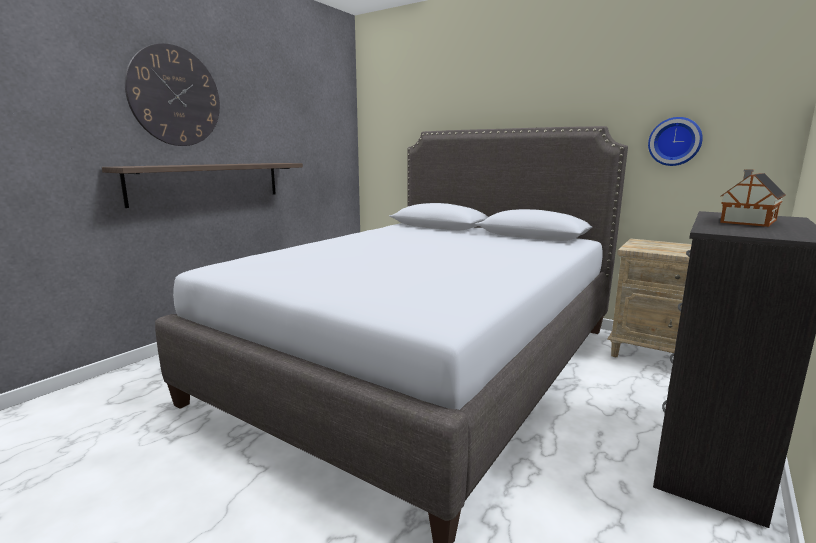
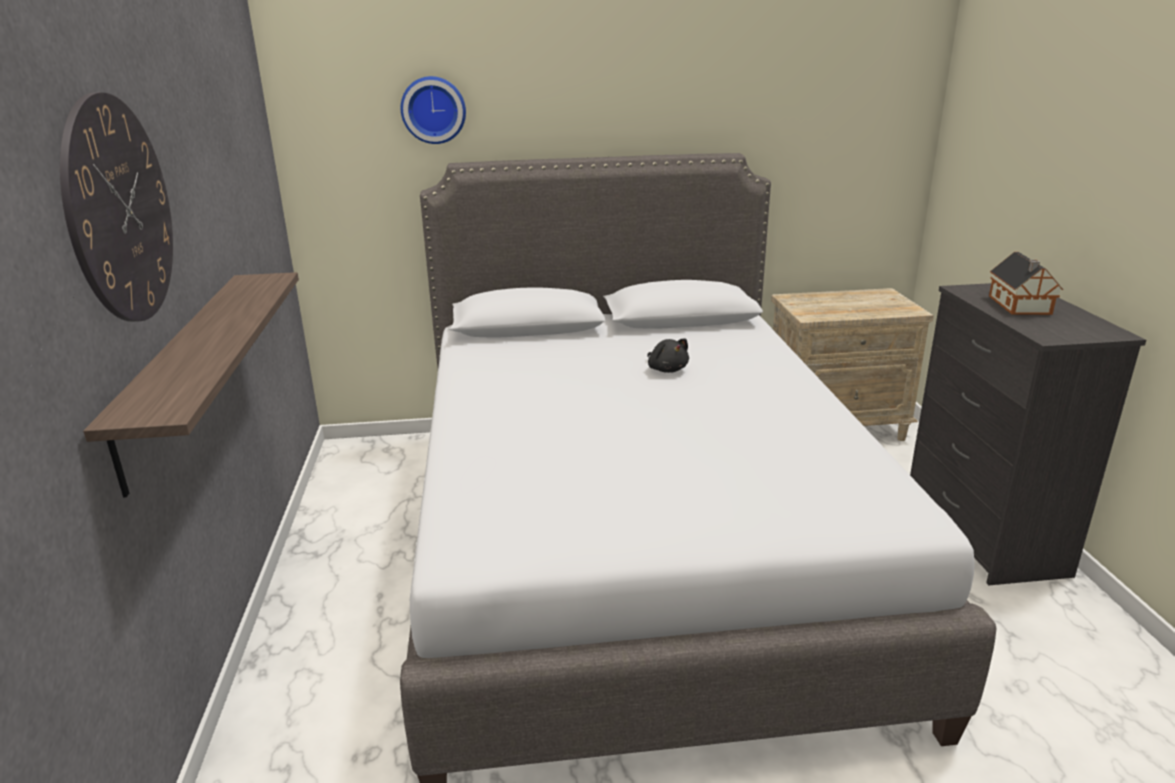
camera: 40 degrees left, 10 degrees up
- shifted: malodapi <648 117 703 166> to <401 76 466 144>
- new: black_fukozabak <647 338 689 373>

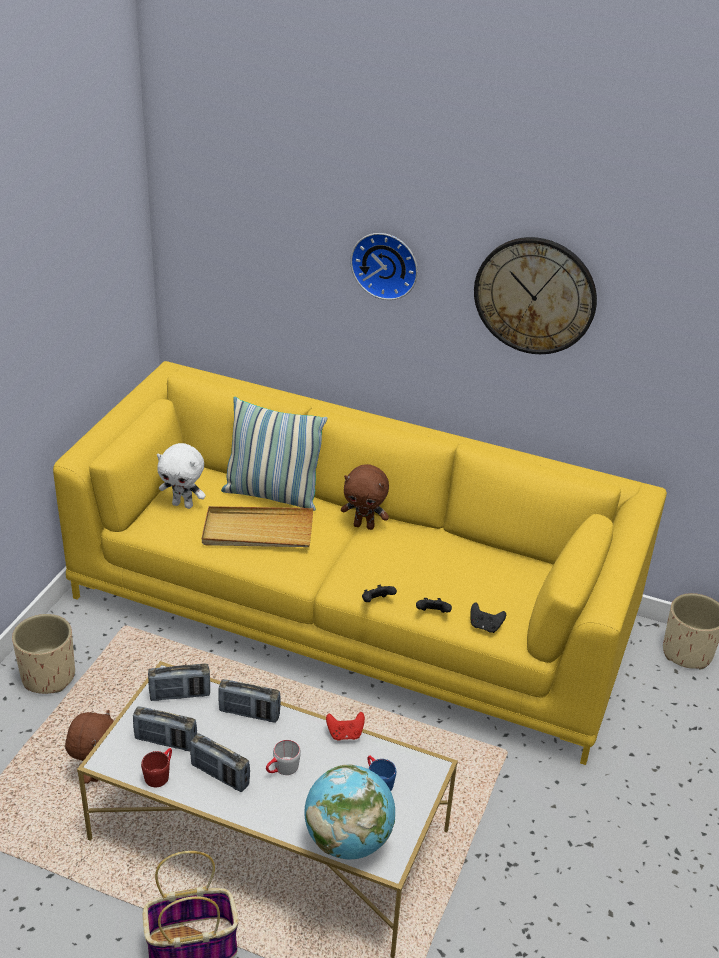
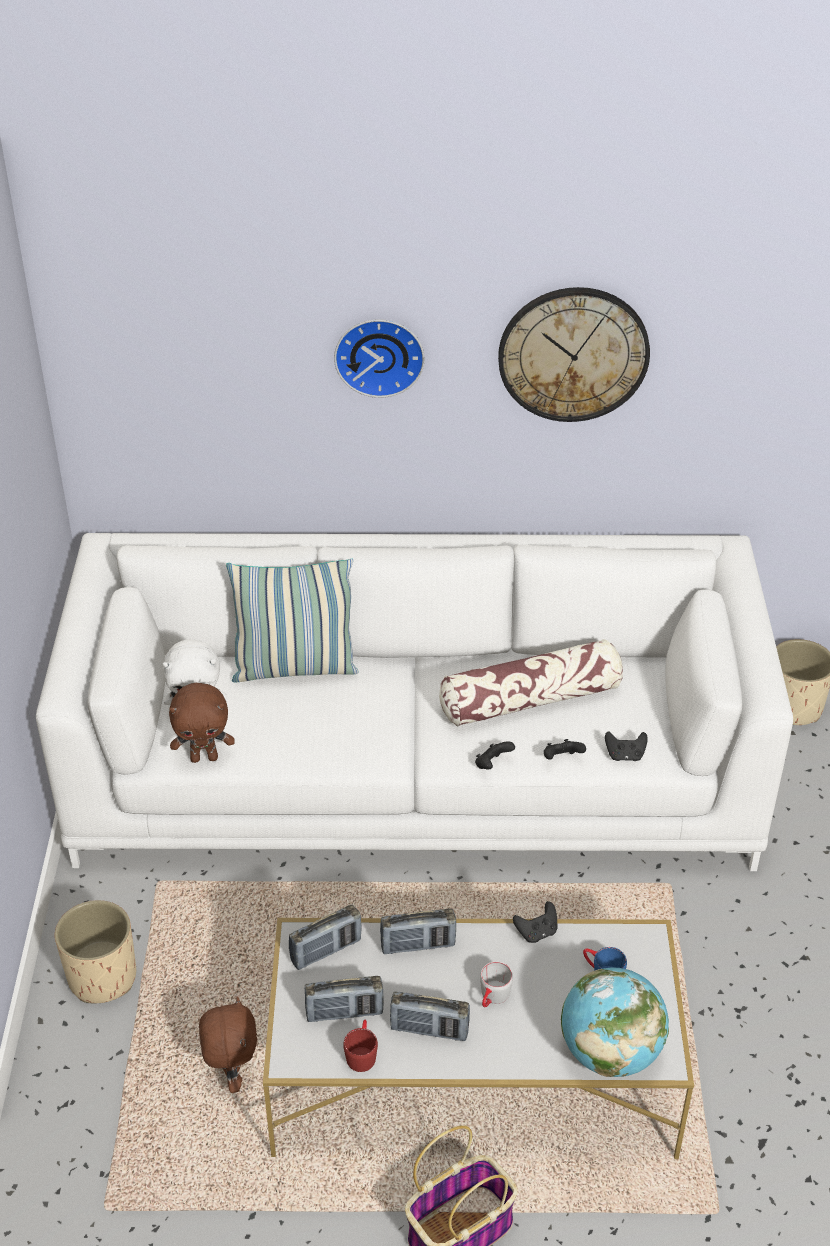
camera: 20 degrees left, 5 degrees up
- repainted: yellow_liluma <53 361 667 765> to white_liluma <36 533 793 871>
- shifted: brown_fukozabak <341 464 389 530> to <169 683 235 763>
- new: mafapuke <439 639 623 726>
- repainted: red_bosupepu <326 712 365 741> to black_bosupepu <513 901 557 943>
- gone: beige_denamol <202 506 313 547>

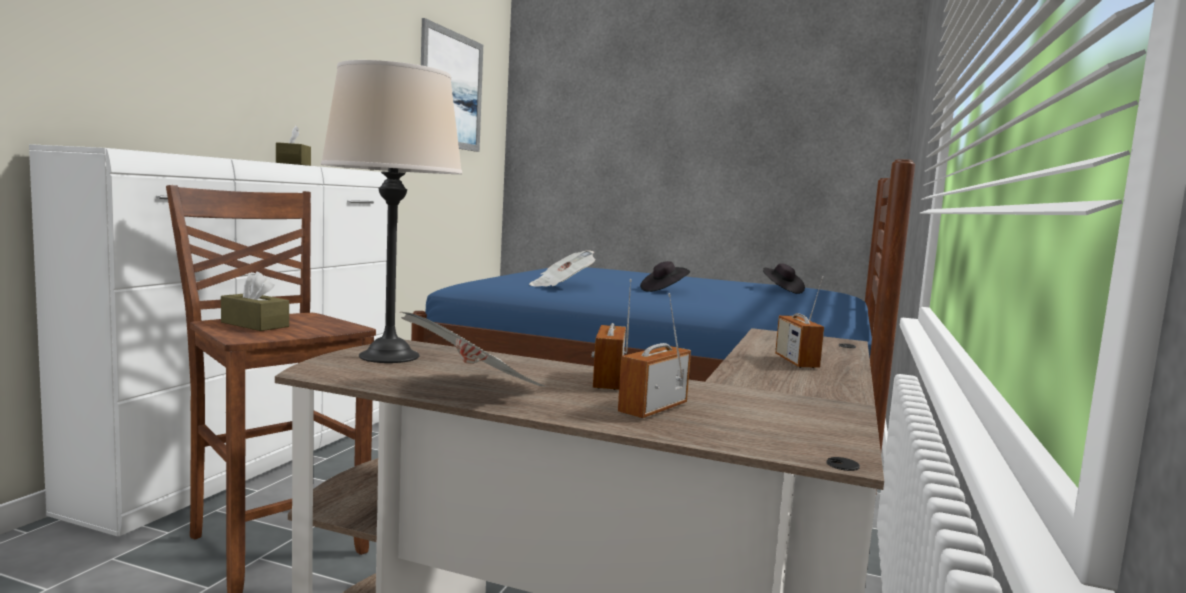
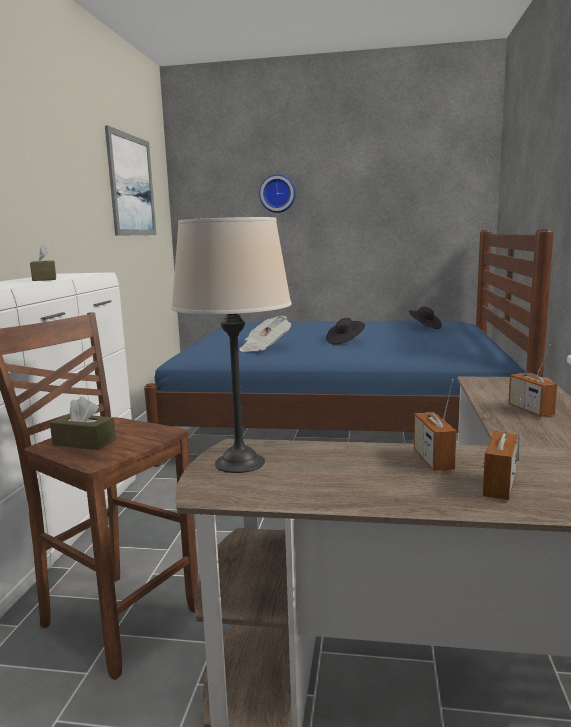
camera: 10 degrees left, 5 degrees up
- new: malodapi <259 174 296 213>
- gone: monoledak <401 312 547 387>

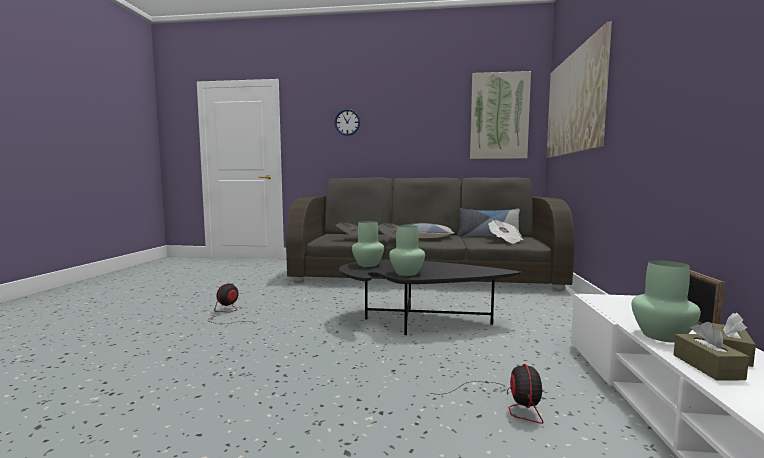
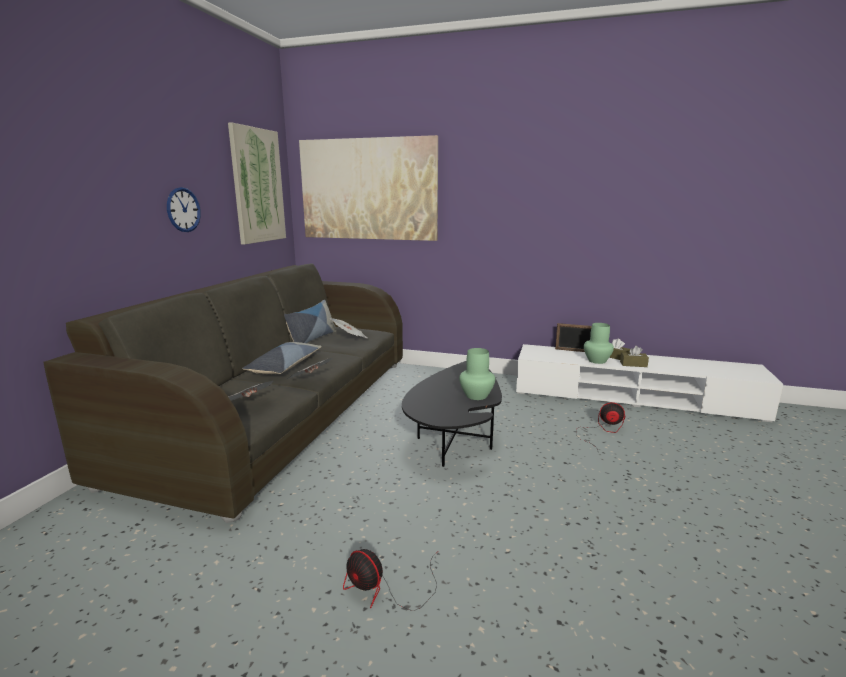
camera: 80 degrees left, 10 degrees up
- shifted: malodapi <334 109 360 136> to <167 187 201 232>
- gone: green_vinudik <352 221 384 267>

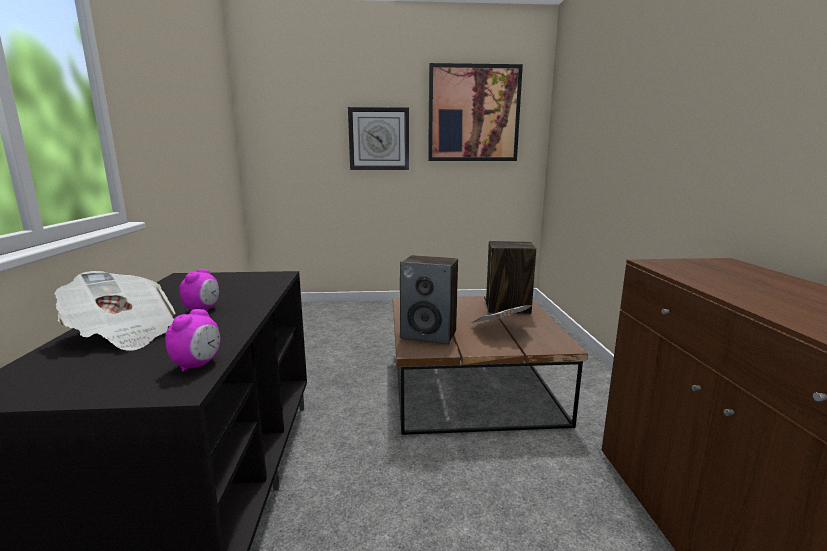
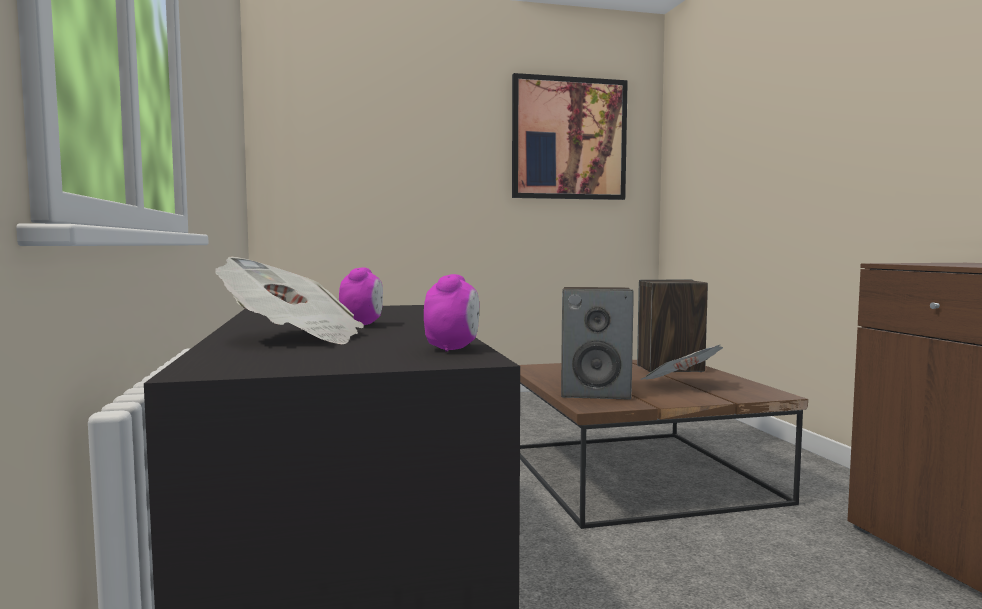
camera: 10 degrees left, 10 degrees down
- gone: malodapi <348 107 409 170>

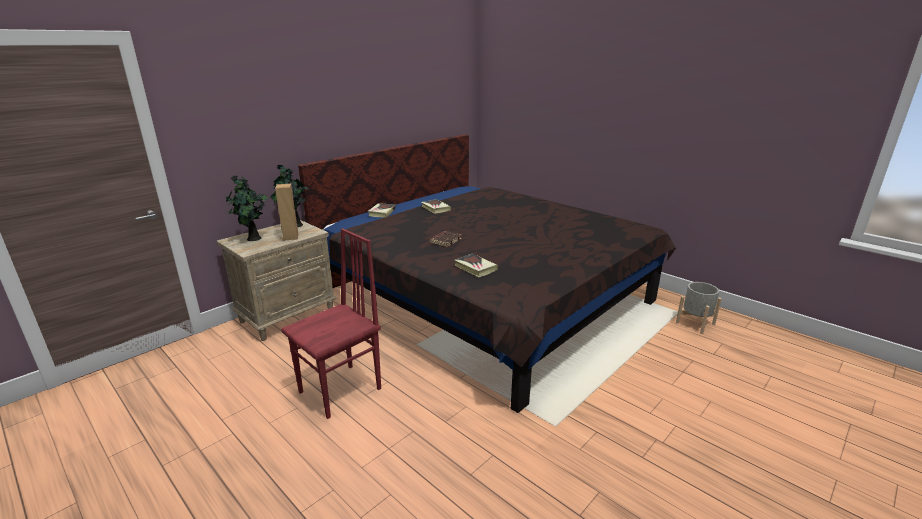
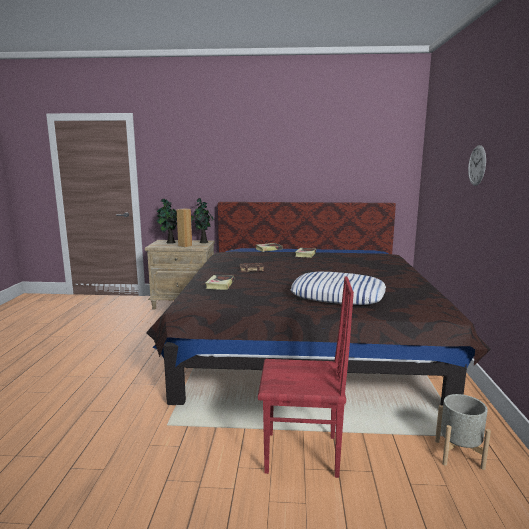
camera: 50 degrees right, 10 degrees down
- shifted: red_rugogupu <281 228 381 419> to <258 276 354 478>
- new: mafapuke <291 271 386 305>
- new: malodapi <468 145 486 186>

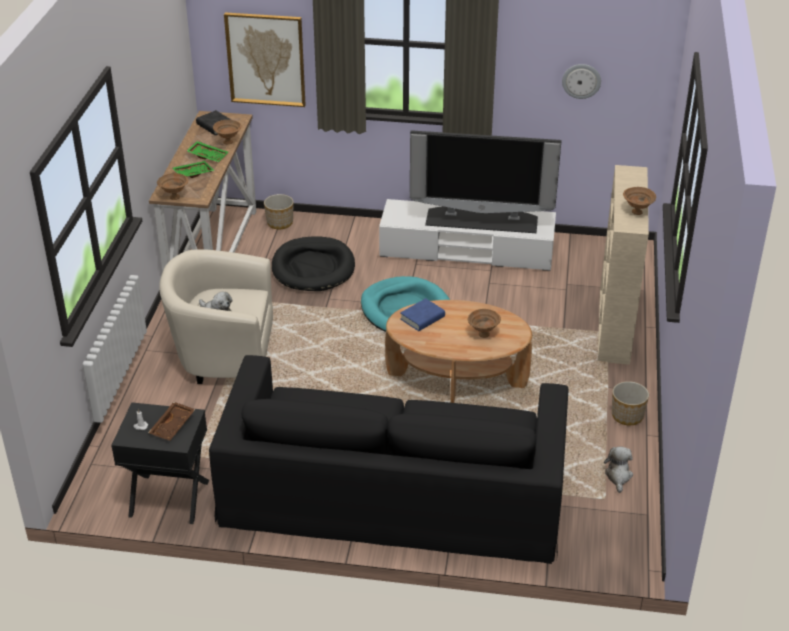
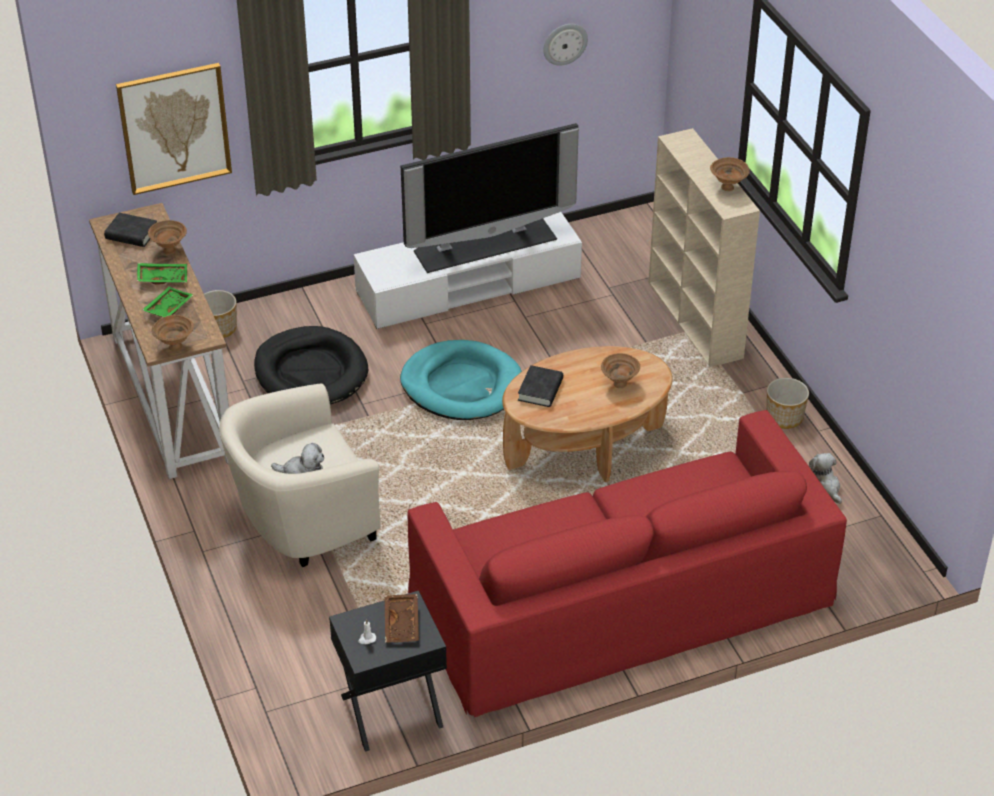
camera: 30 degrees left, 5 degrees up
- repainted: black_liluma <209 355 569 564> to red_liluma <408 410 847 717>
- repainted: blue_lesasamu <400 298 445 331> to black_lesasamu <518 365 563 407>

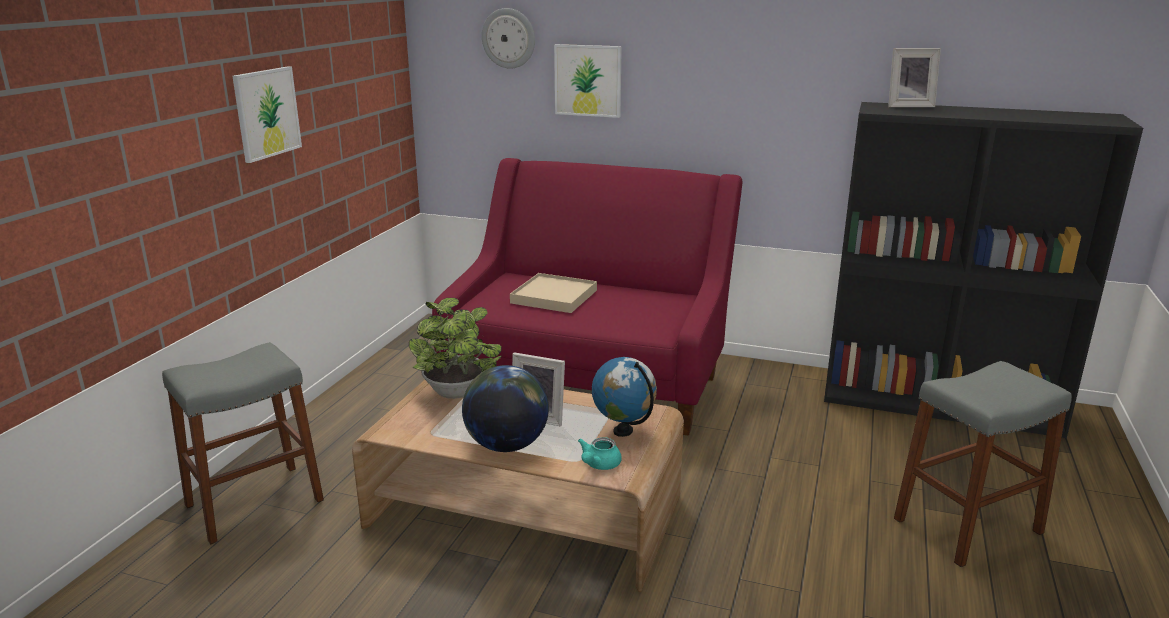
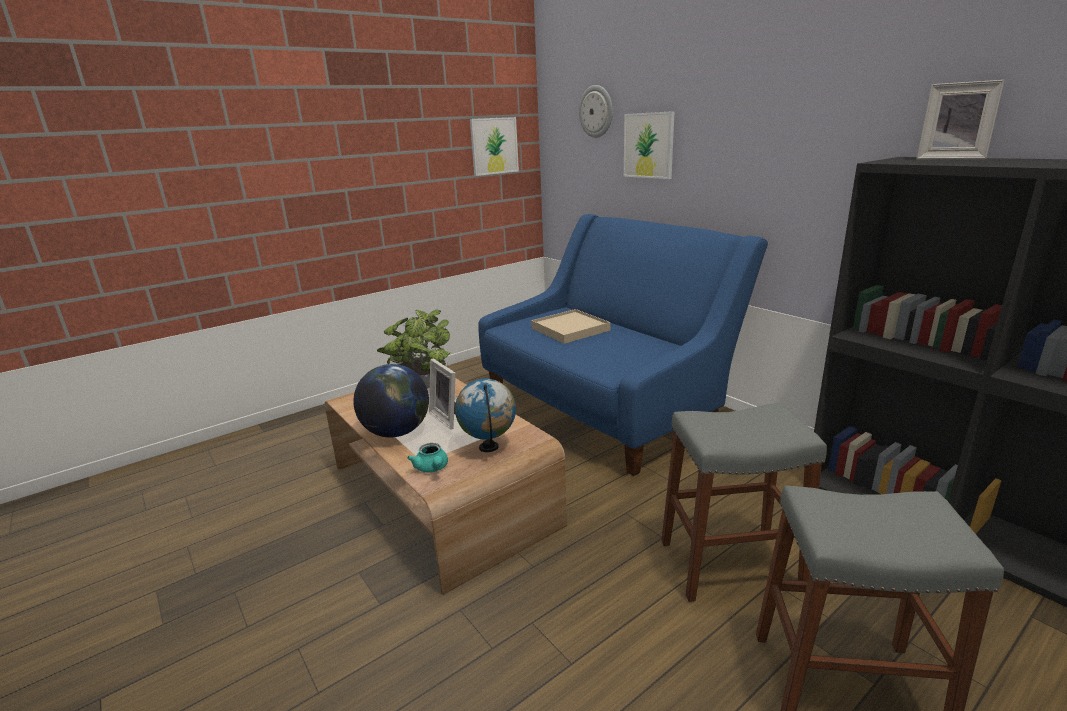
camera: 35 degrees right, 0 degrees up
- rotated: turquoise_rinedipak <578 437 622 470> = <407 443 448 472> 90 degrees counterclockwise
- shifted: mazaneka <232 66 302 163> to <470 117 519 176>
- repainted: red_liluma <432 158 742 436> to blue_liluma <479 214 768 476>
- shifted: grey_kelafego <162 342 324 544> to <661 403 827 602>

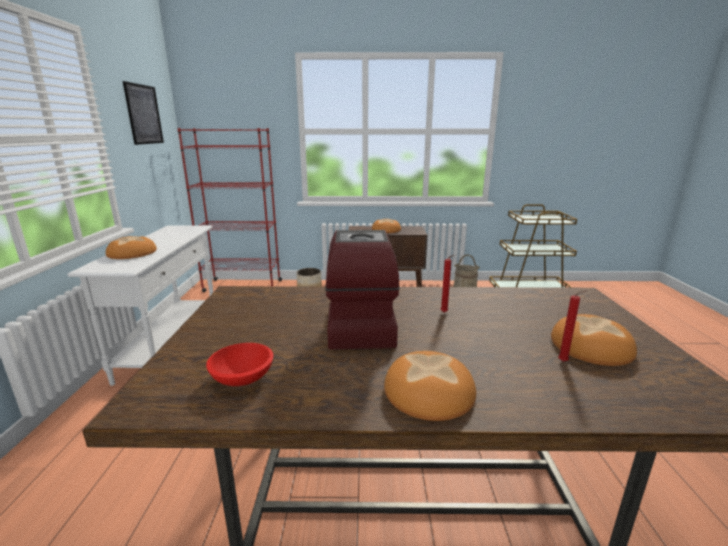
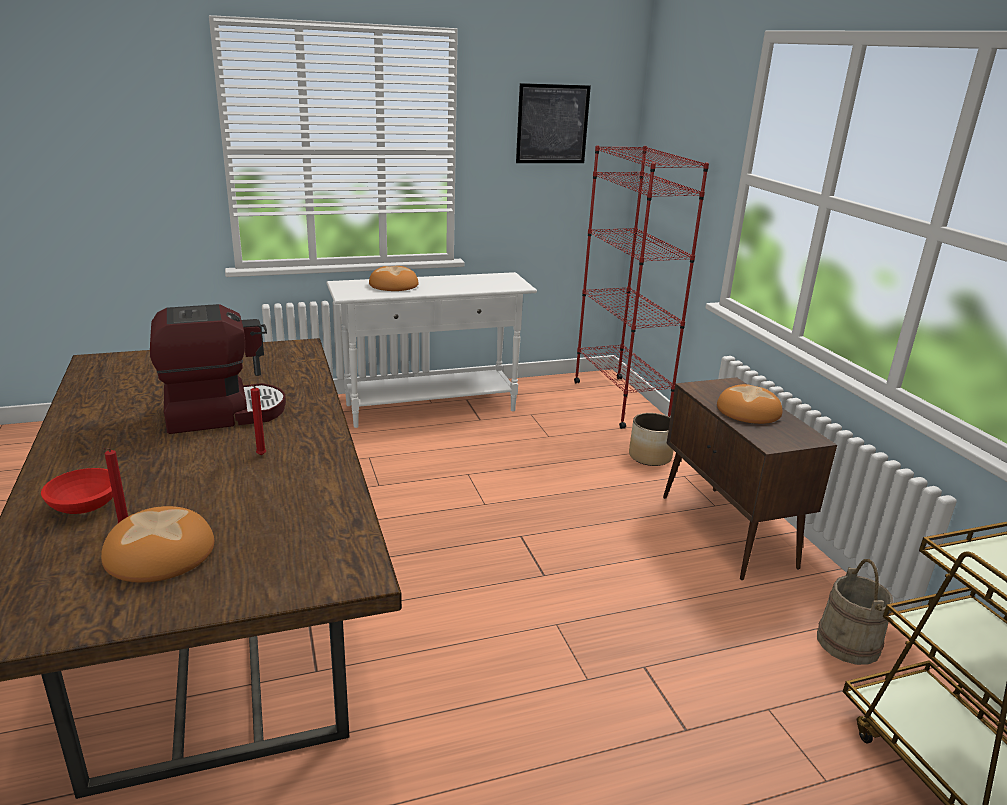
camera: 70 degrees right, 5 degrees up
- shifted: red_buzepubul <206 343 273 386> to <41 468 113 514>
- gone: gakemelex <384 351 476 421>

